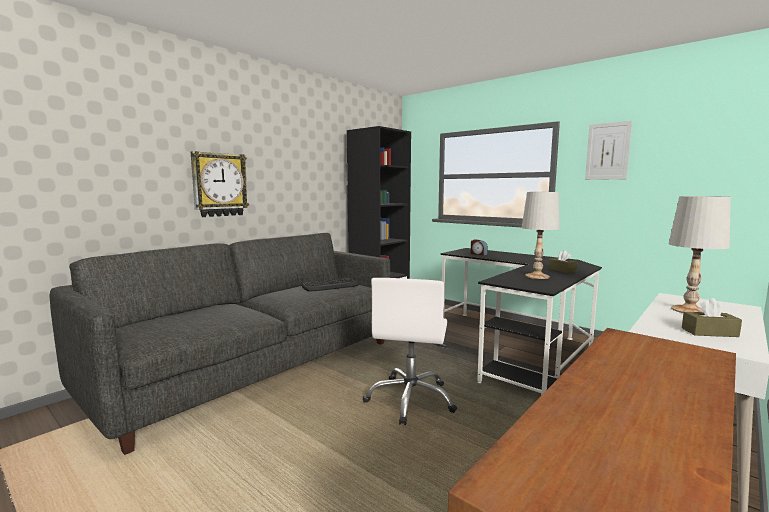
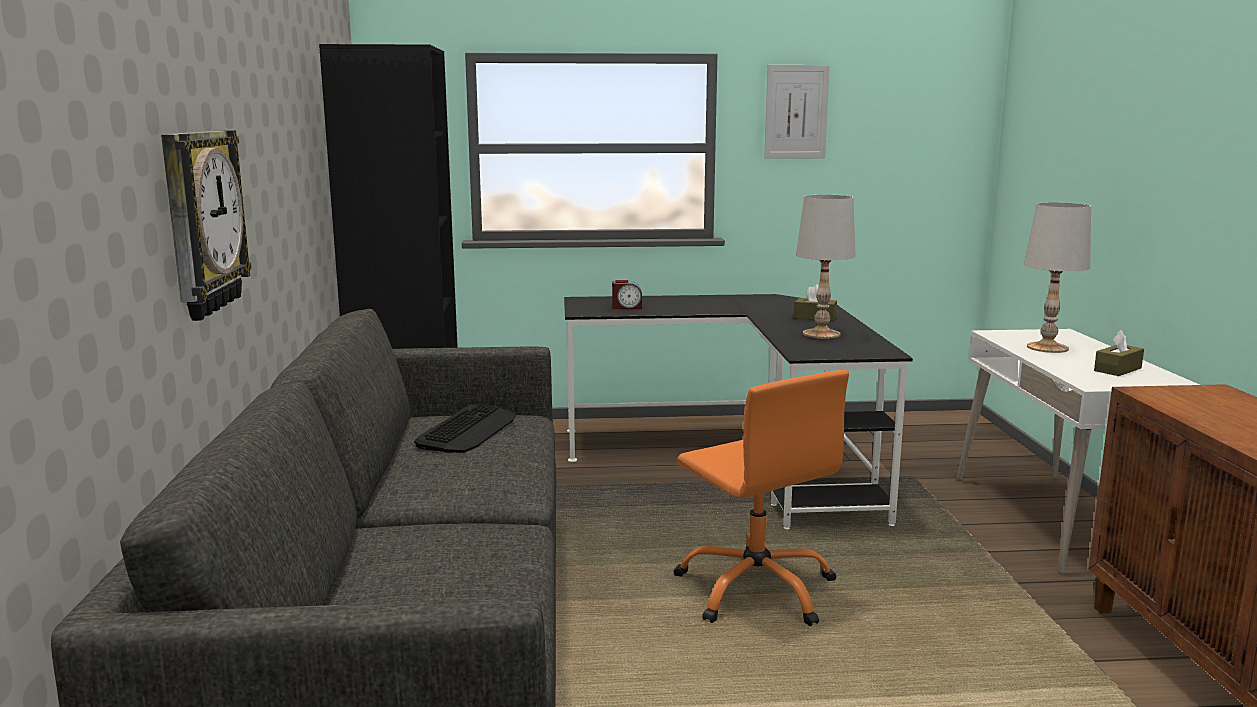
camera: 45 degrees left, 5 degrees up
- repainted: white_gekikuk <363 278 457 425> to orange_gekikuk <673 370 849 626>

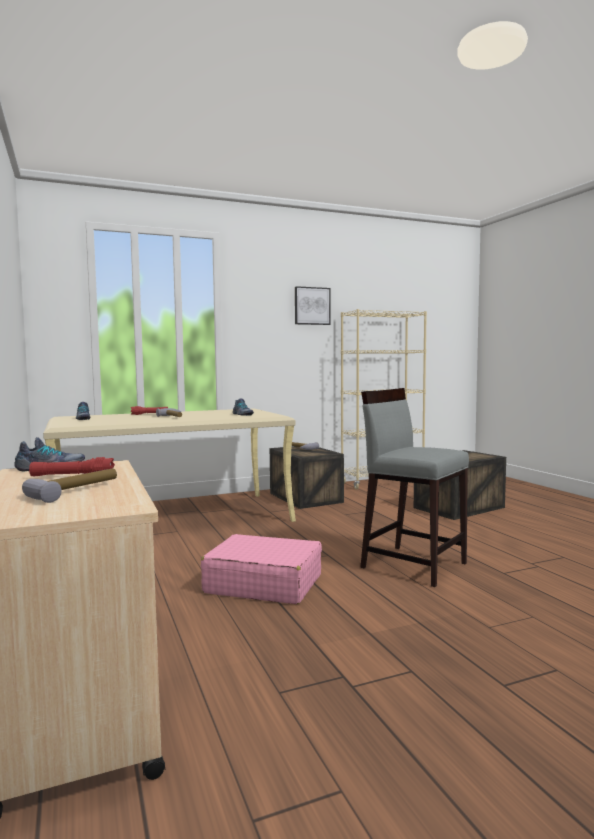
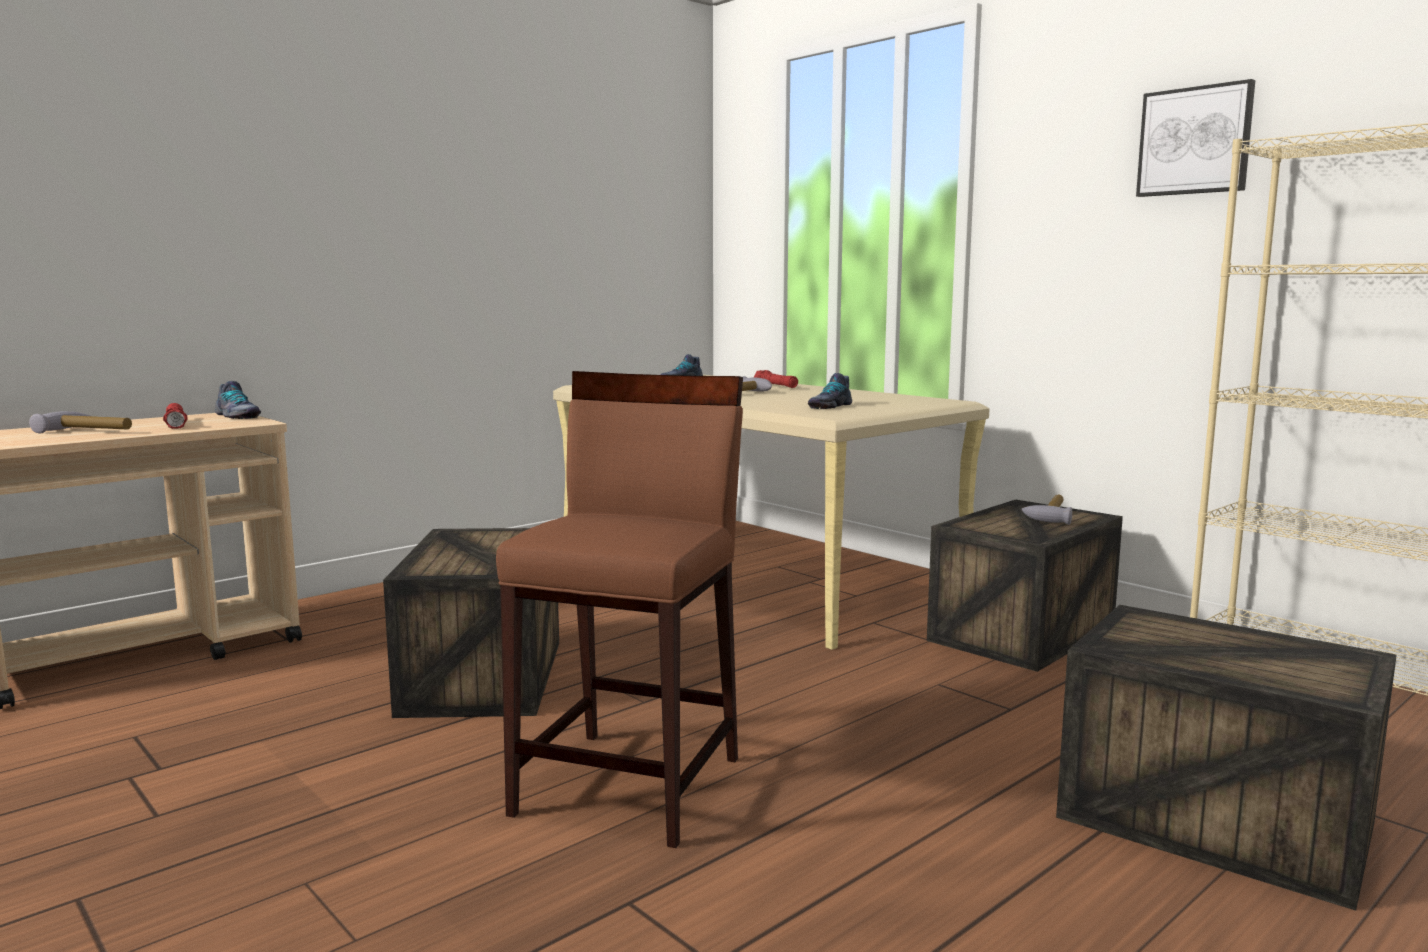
camera: 70 degrees right, 5 degrees up
- swapped: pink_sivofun <201 534 322 604> to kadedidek <383 528 559 718>
- repainted: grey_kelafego <360 388 469 587> to brown_kelafego <496 371 743 848>

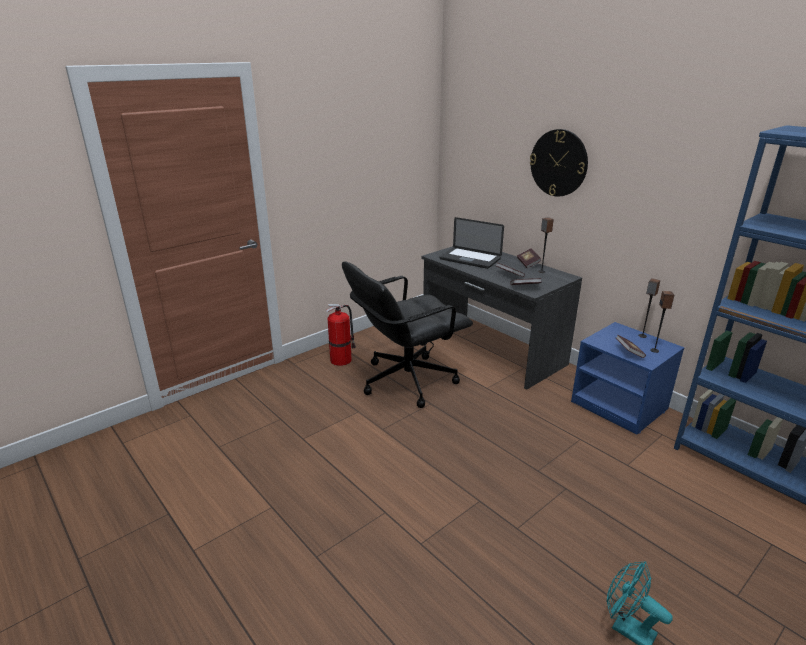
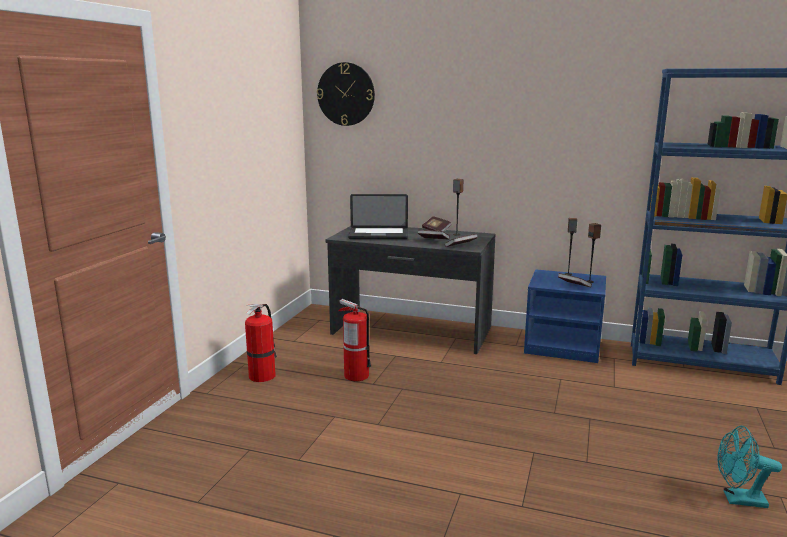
camera: 30 degrees left, 10 degrees down
- shifted: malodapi <530 129 588 197> to <317 62 375 126>
- swapped: black_gekikuk <342 261 473 408> to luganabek <338 299 371 381>

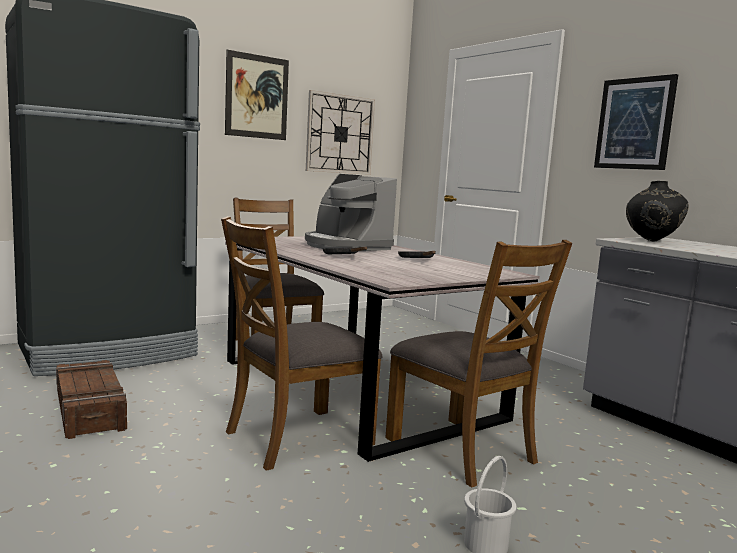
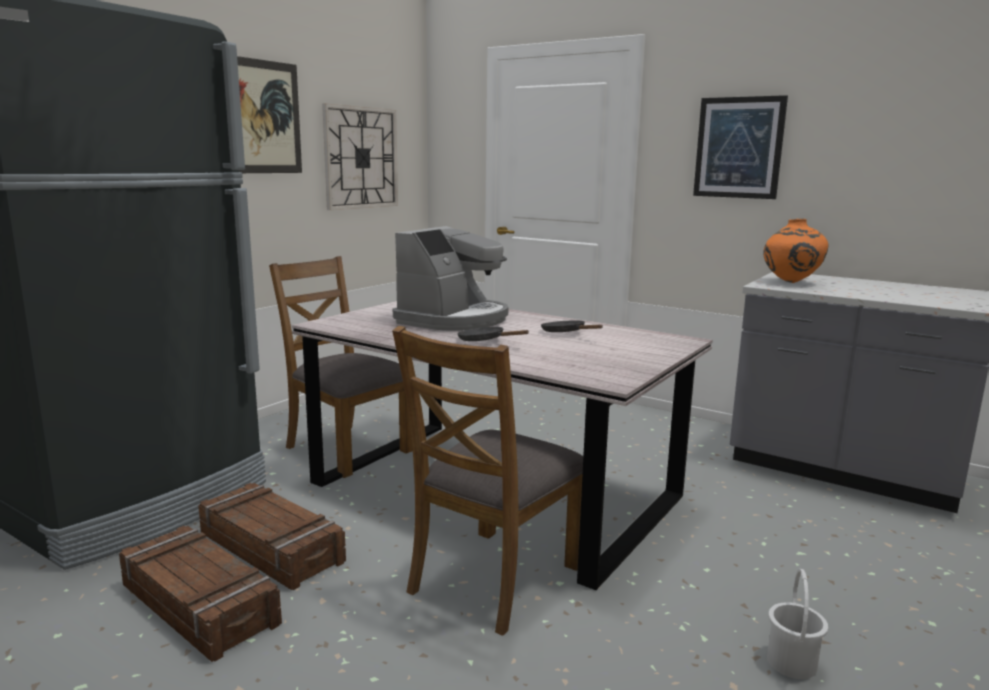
camera: 20 degrees left, 5 degrees up
- new: kadedidek <198 483 346 590>
- rotated: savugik <305 174 397 251> = <393 226 508 331> 90 degrees counterclockwise
- repainted: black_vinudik <626 181 689 242> to orange_vinudik <763 219 828 283>
- gone: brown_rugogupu <385 240 572 487>

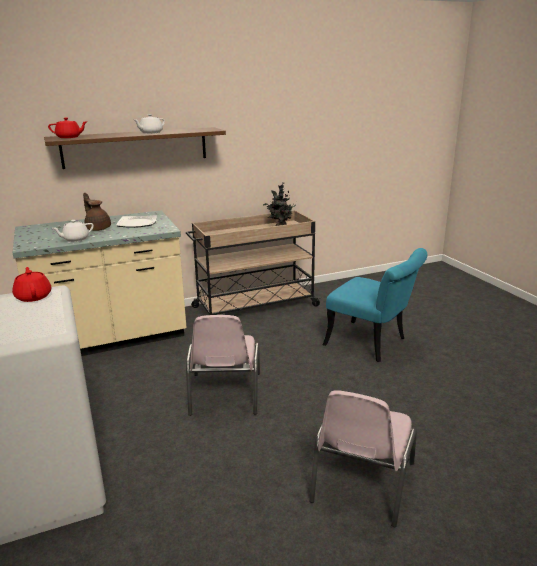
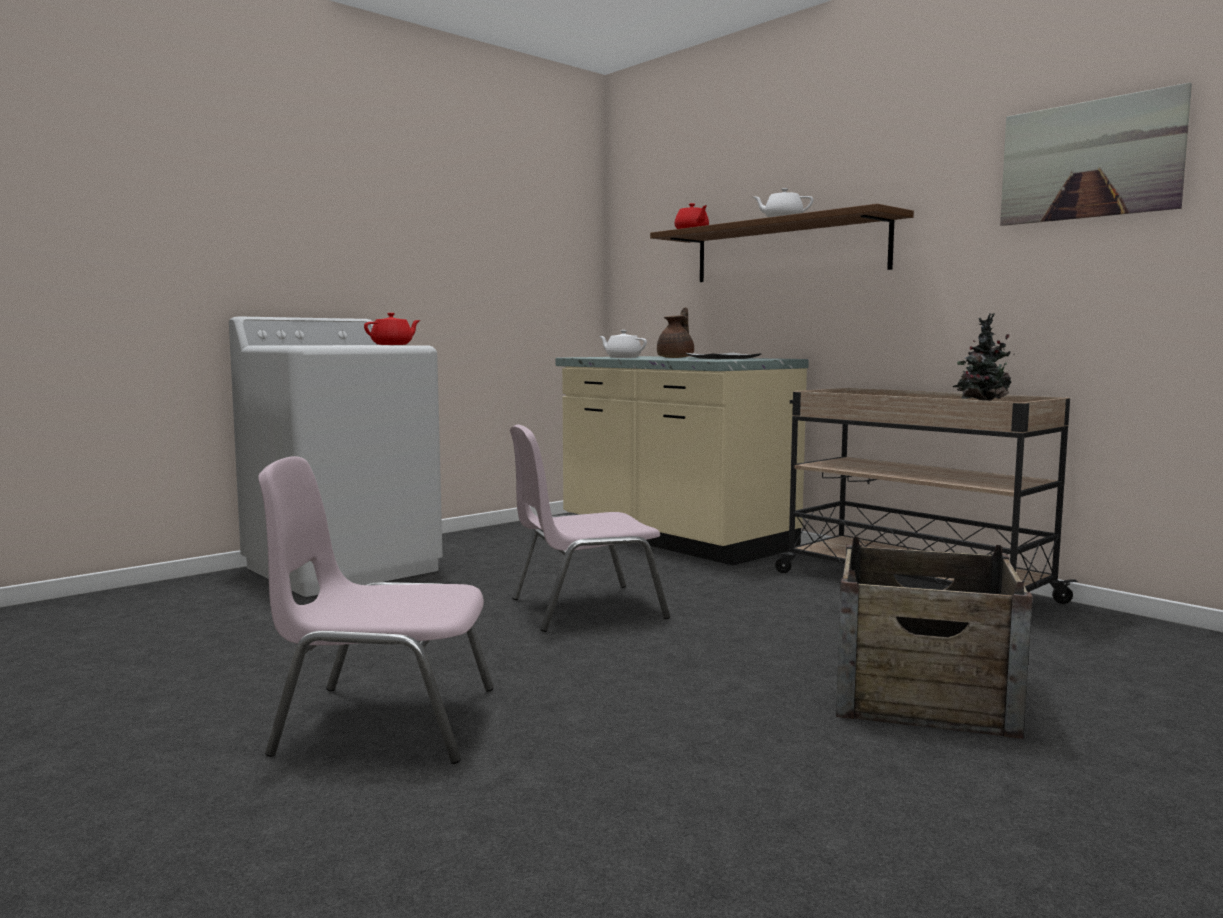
camera: 70 degrees right, 15 degrees down
- swapped: turquoise_rugogupu <323 248 427 362> to kadedidek <836 536 1033 739>
- new: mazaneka <1000 82 1192 226>

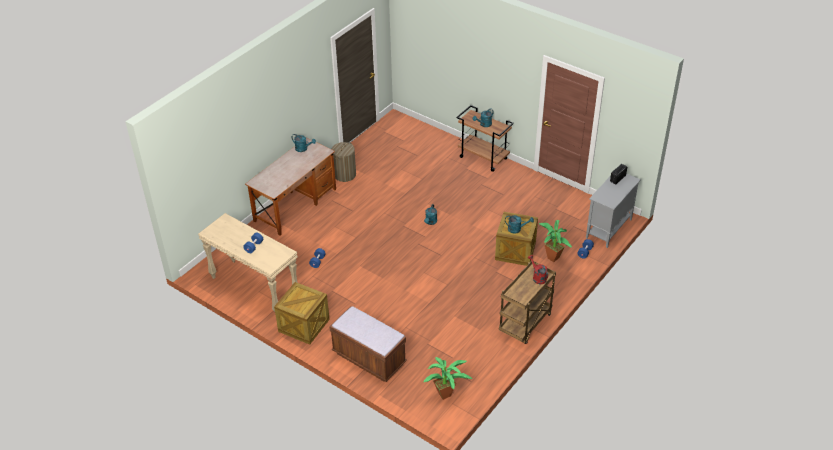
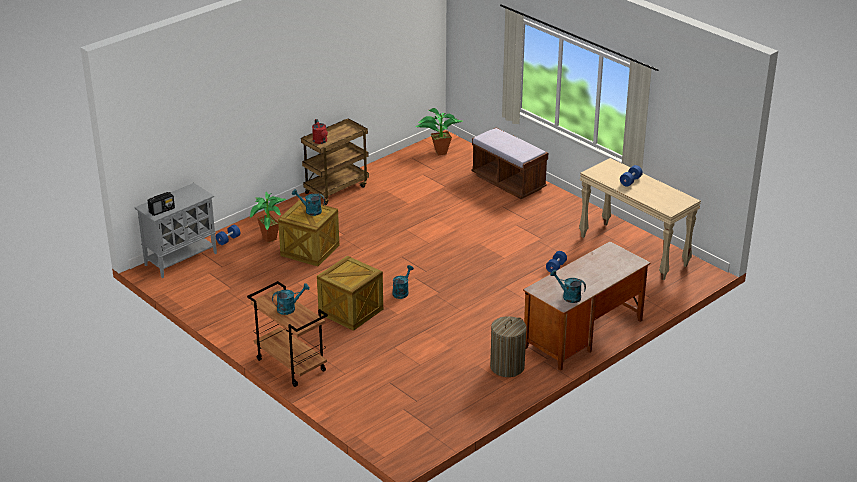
camera: 170 degrees left, 10 degrees down
- shifted: kadedidek <274 282 330 345> to <317 256 383 331>

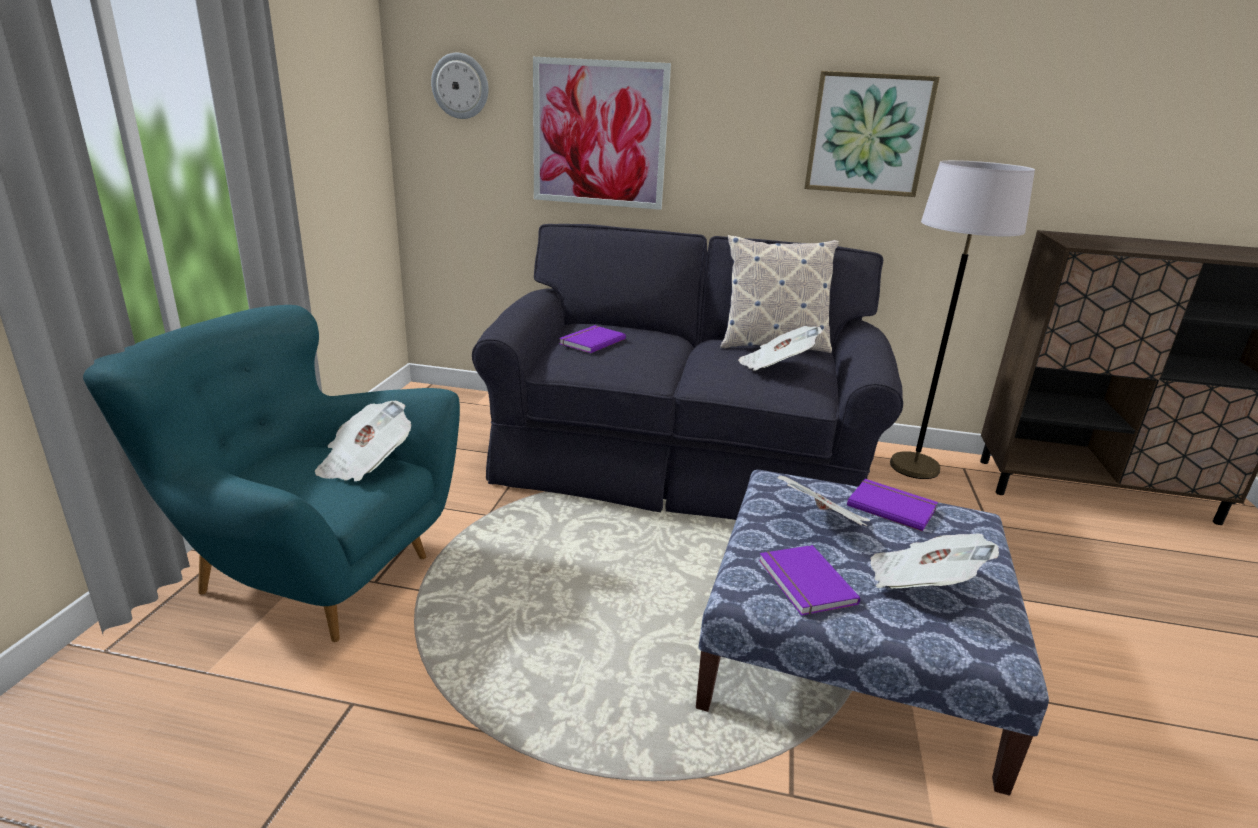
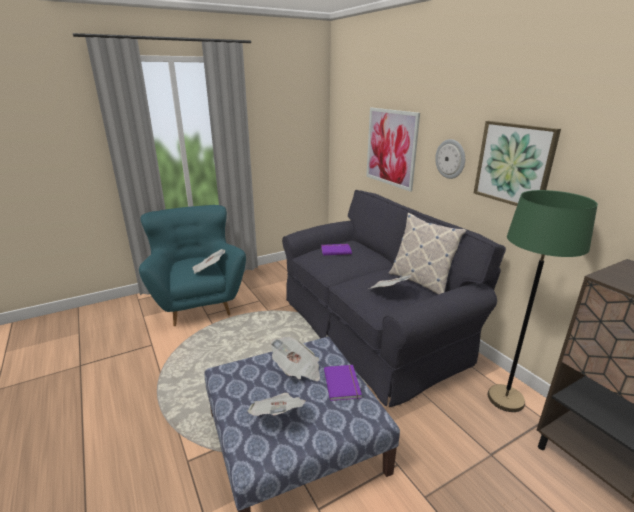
camera: 50 degrees right, 0 degrees up
- shifted: malodapi <431 53 488 119> to <435 139 465 179>
- repainted: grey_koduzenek <890 160 1035 479> to green_koduzenek <488 190 598 412>
- gone: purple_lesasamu <759 545 860 616>

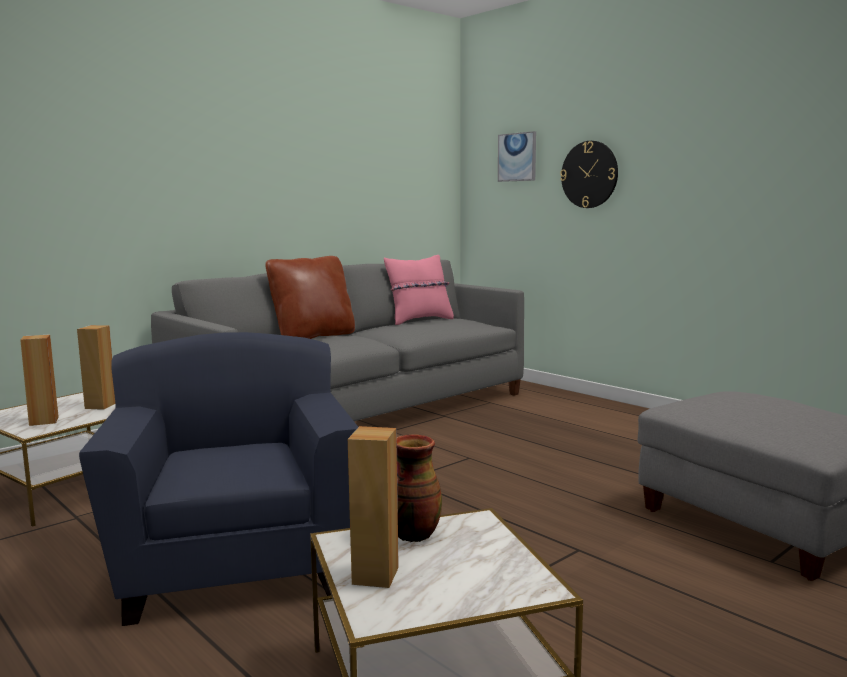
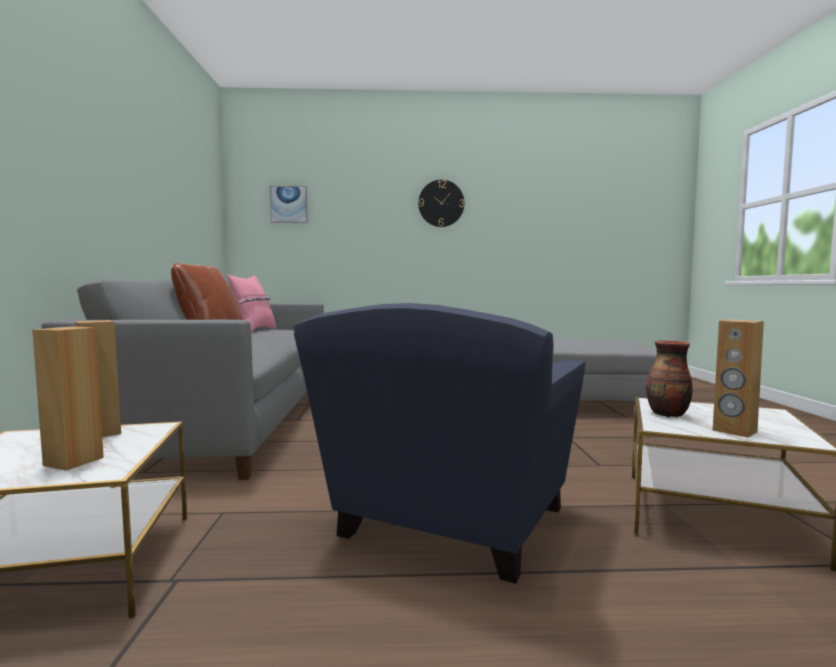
camera: 50 degrees left, 5 degrees down
- rotated: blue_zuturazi <79 332 358 626> = <294 303 585 584> 90 degrees counterclockwise
- shifted: malodapi <560 141 618 208> to <418 180 465 227>

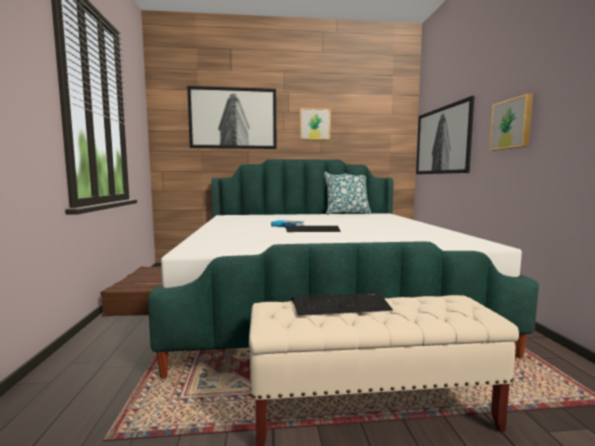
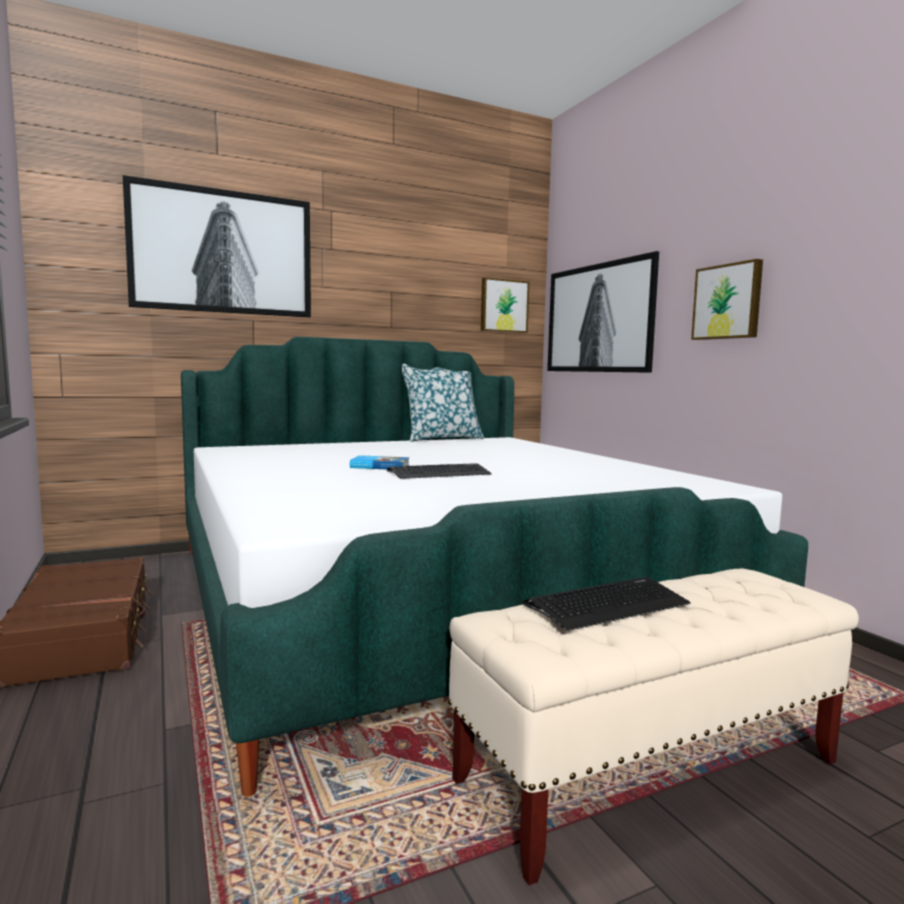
camera: 20 degrees left, 0 degrees up
- shifted: mazaneka <300 108 331 140> to <481 277 529 333>

